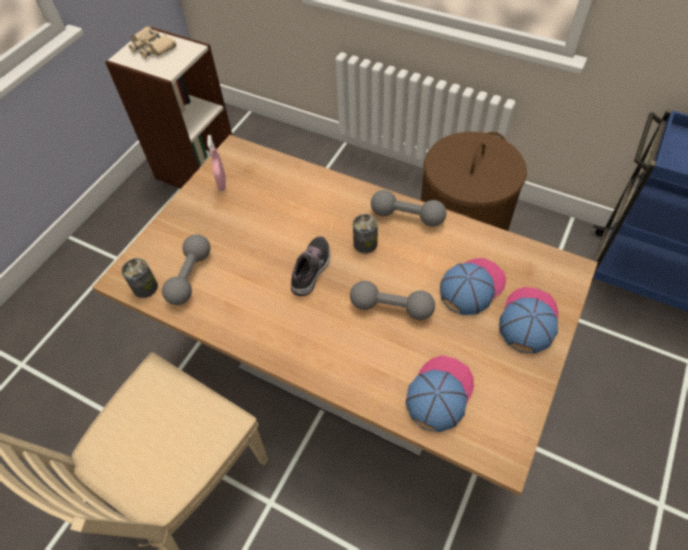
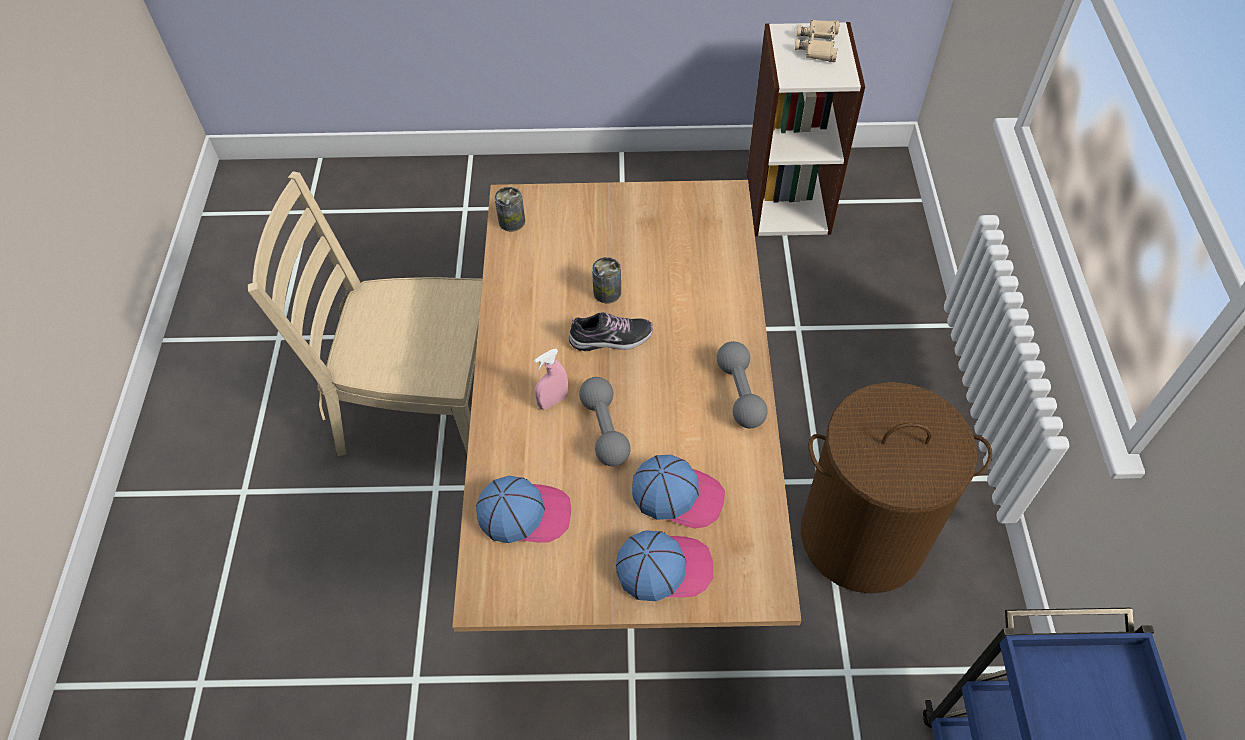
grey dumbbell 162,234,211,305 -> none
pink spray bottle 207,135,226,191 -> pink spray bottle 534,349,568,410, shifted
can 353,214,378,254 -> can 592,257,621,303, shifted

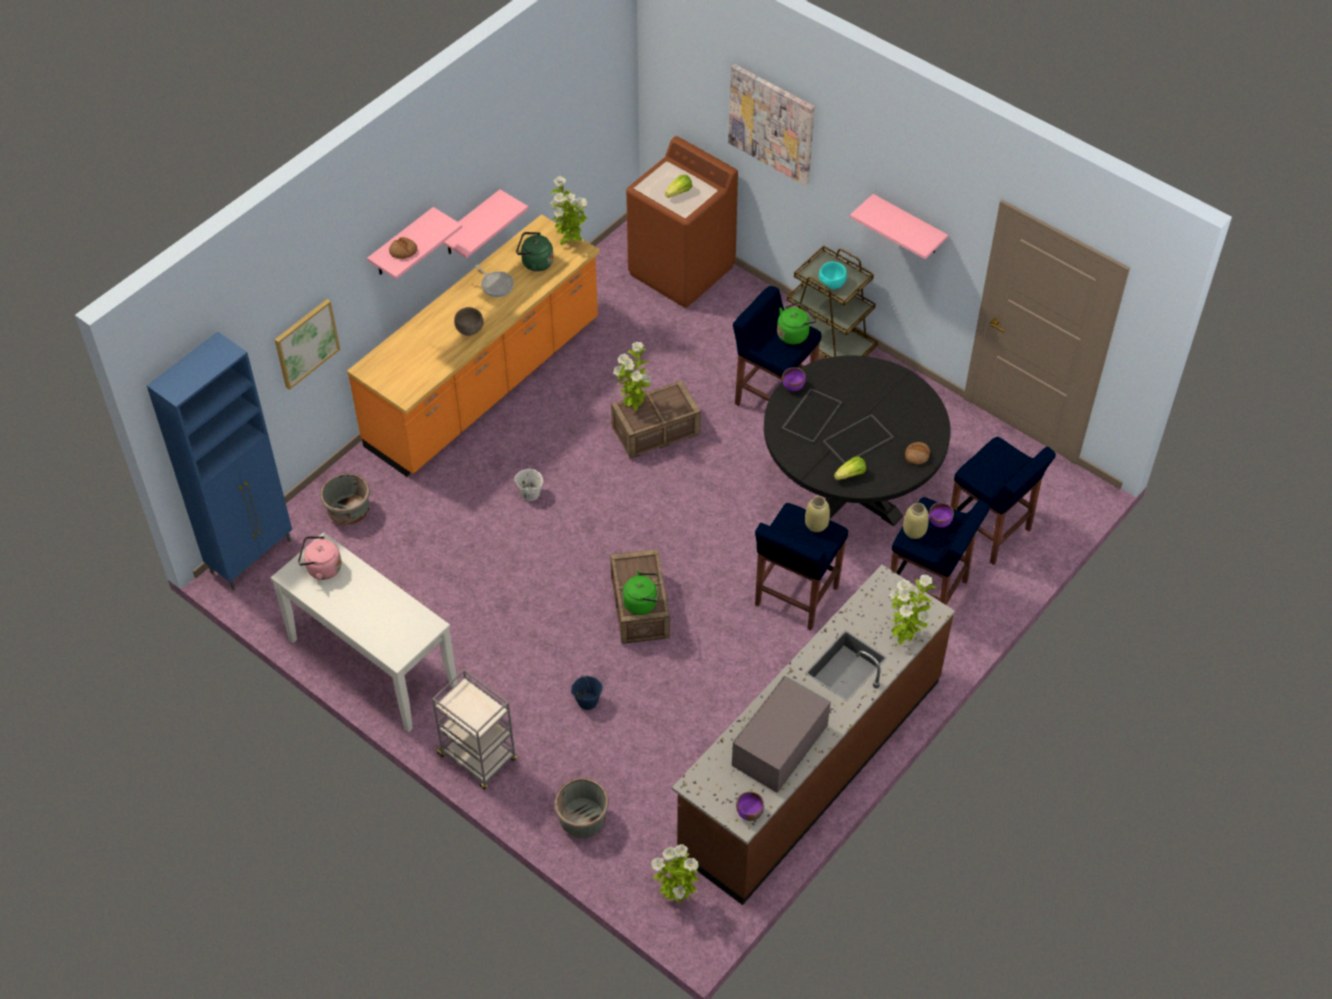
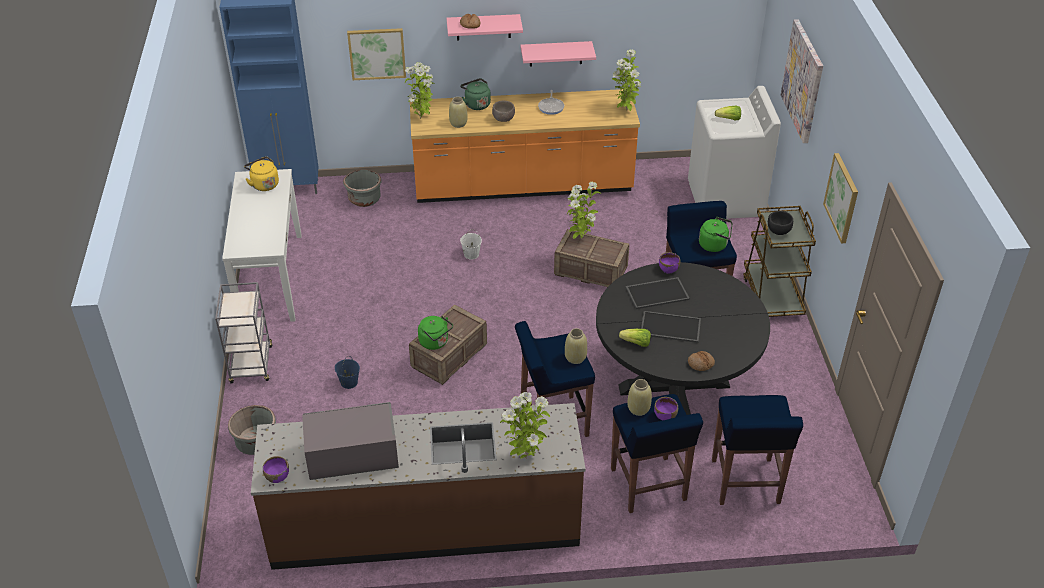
none -> beige vase 449,97,467,128
green kettle 516,232,554,272 -> green kettle 460,78,491,110, shifted
potted plant 651,844,699,903 -> potted plant 405,62,435,119, shifted
pink shelf 850,194,948,259 -> picture 823,153,858,243
pink kettle 298,536,342,580 -> yellow kettle 244,156,279,191
brown washing machine 626,136,738,308 -> white washing machine 688,86,781,219
turquoise bowl 819,261,847,289 -> black bowl 768,211,793,235

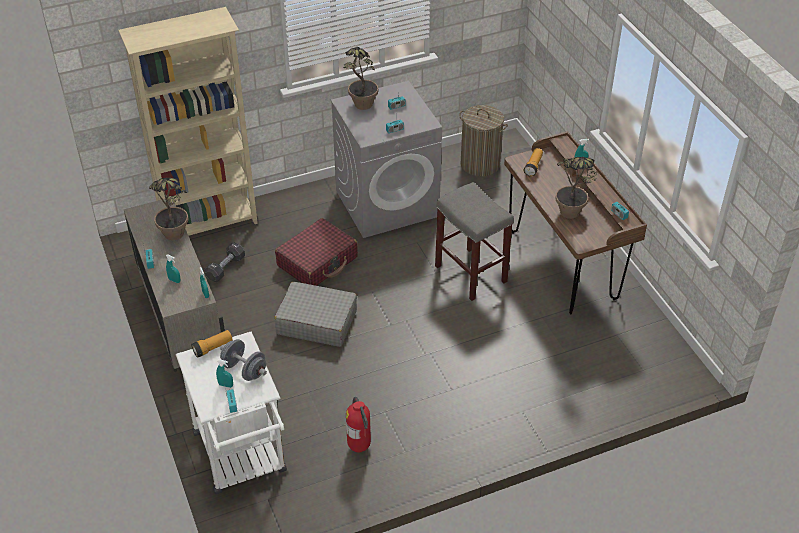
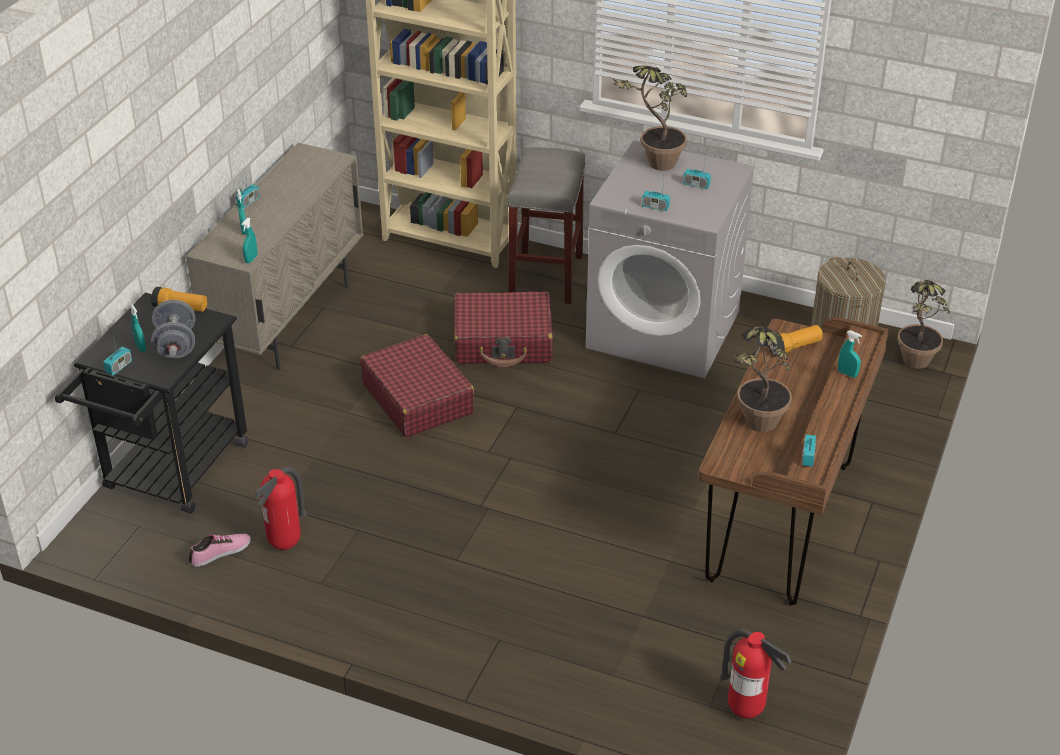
black dumbbell 205,242,245,282 -> none
none -> shoe 189,533,251,567
none -> fire extinguisher 720,629,791,719
potted plant 149,178,189,240 -> potted plant 897,280,950,369, shifted
grey stool 435,182,514,301 -> grey stool 507,147,586,304, shifted
white cart 176,331,287,494 -> black cart 55,292,249,514
grey suitcase 274,282,357,347 -> red suitcase 360,334,474,437

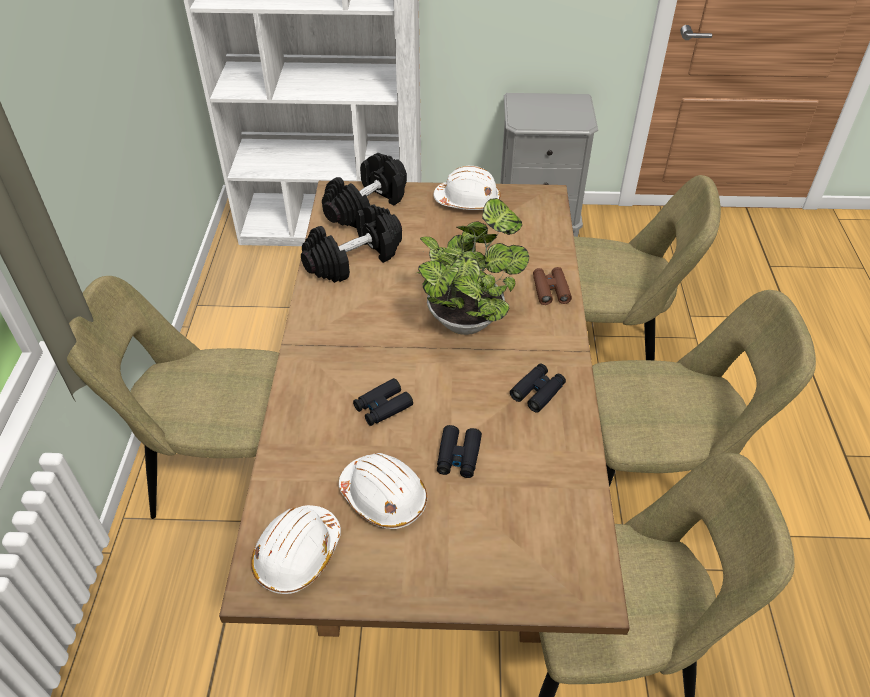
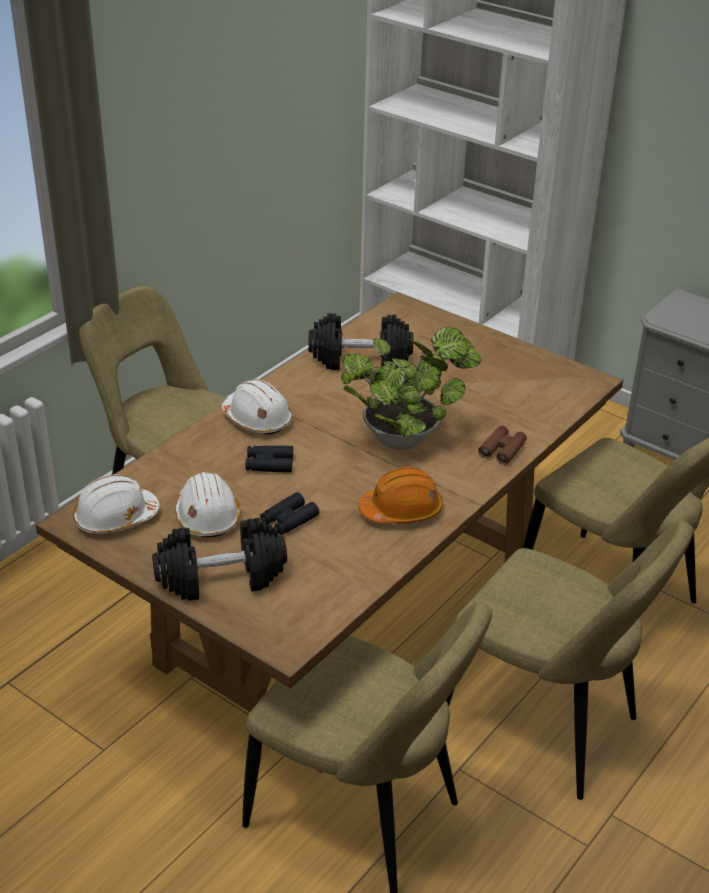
black dumbbell 322,153,407,229 -> black dumbbell 152,518,287,601, shifted
white hard hat 433,166,501,210 -> white hard hat 222,379,292,435, shifted
black binoculars 510,364,566,413 -> orange hard hat 358,467,443,524

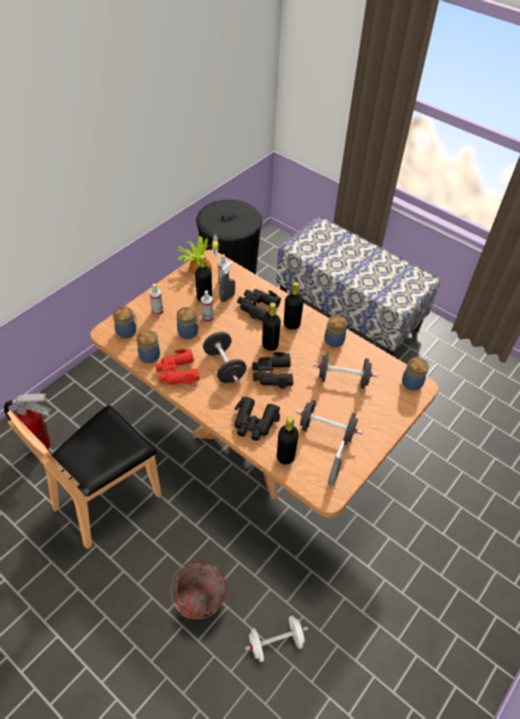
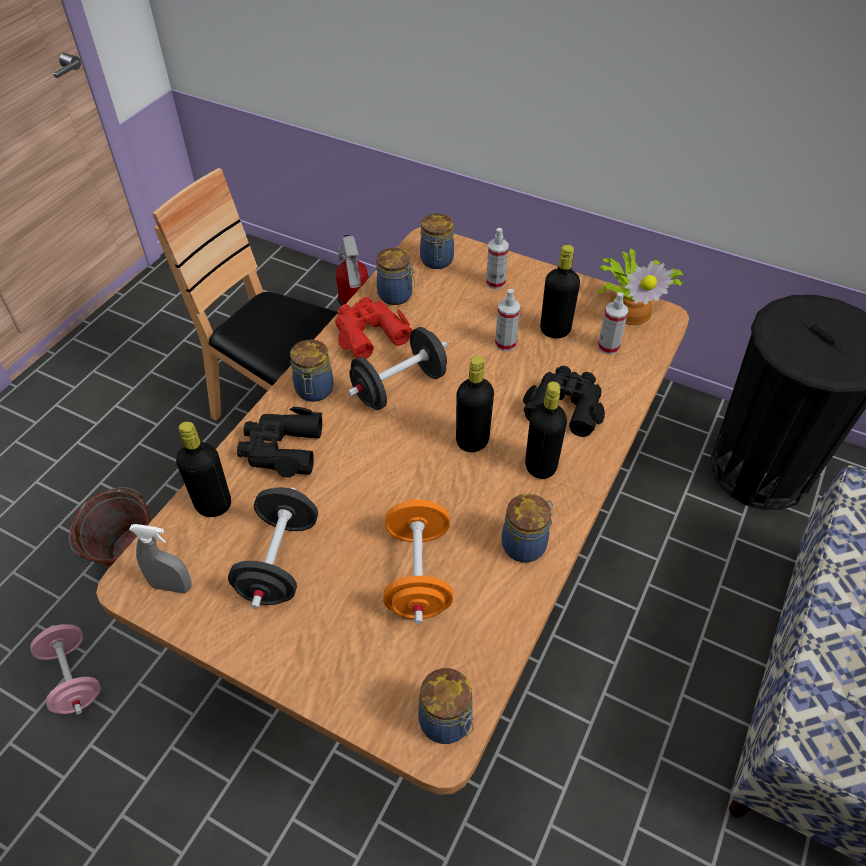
grey spray bottle 219,261,235,302 -> none
black binoculars 252,352,294,388 -> none
jar 177,307,200,339 -> jar 290,340,334,402, shifted
white dumbbell 245,616,308,662 -> pink dumbbell 30,624,101,714
black dumbbell 313,352,378,389 -> orange dumbbell 384,498,453,624

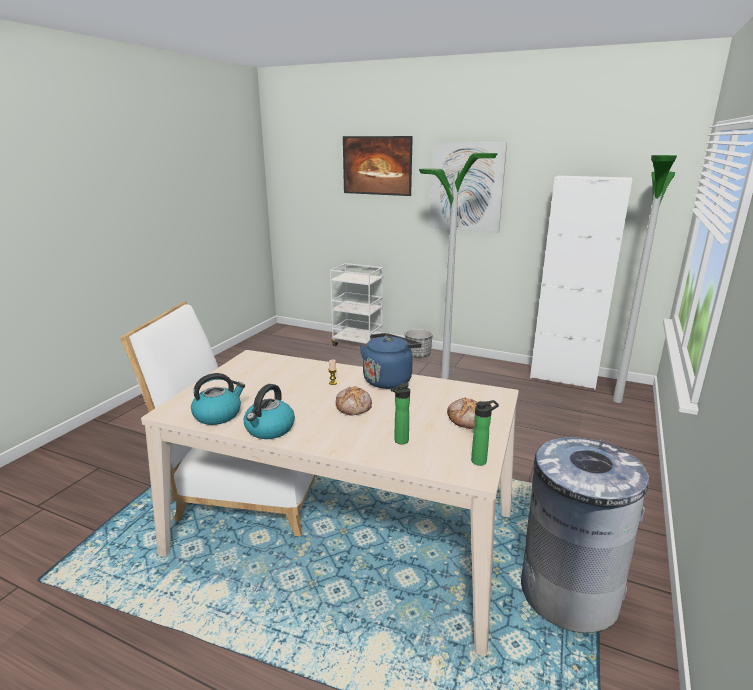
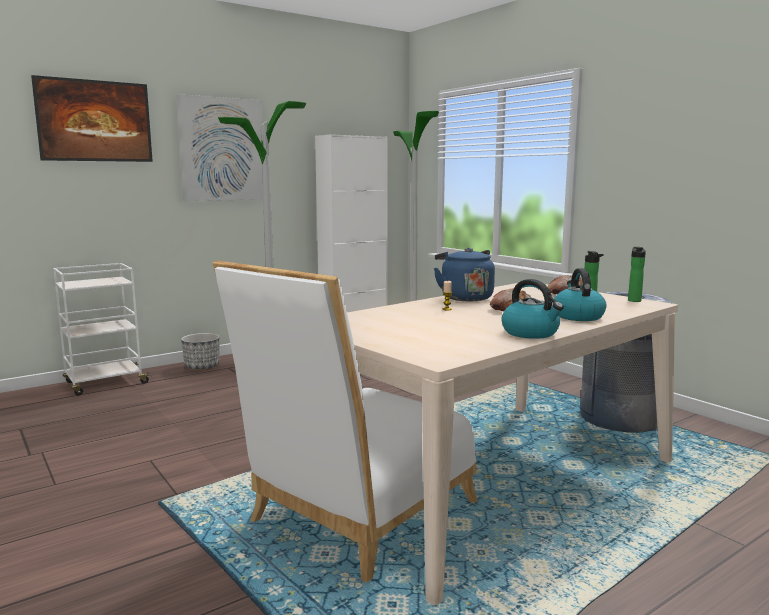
kettle 191,373,245,425 -> kettle 554,268,606,321, shifted

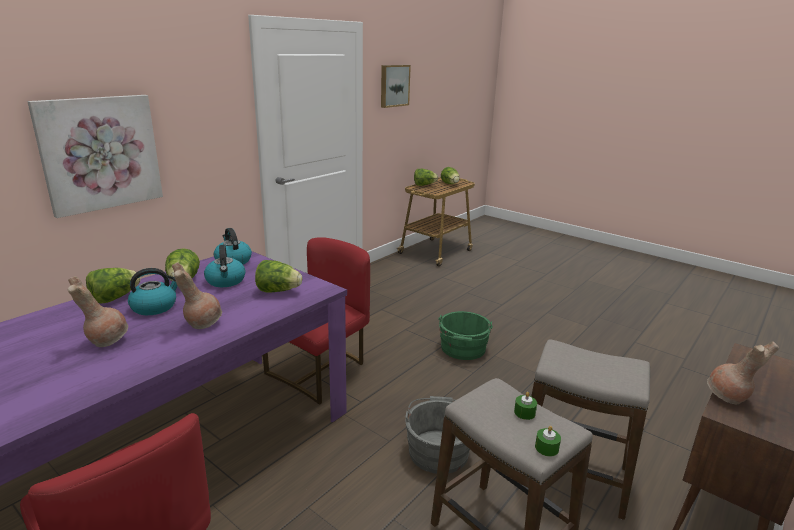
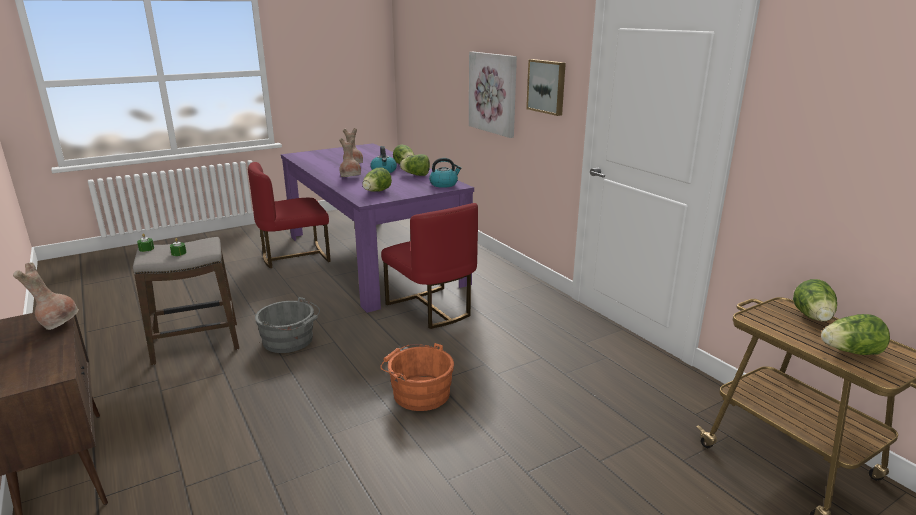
kettle 204,245,246,287 -> none
stool 531,339,650,520 -> none
picture 381,65,411,108 -> picture 526,59,566,116, shifted
green bucket 438,311,493,360 -> orange bucket 380,343,454,411

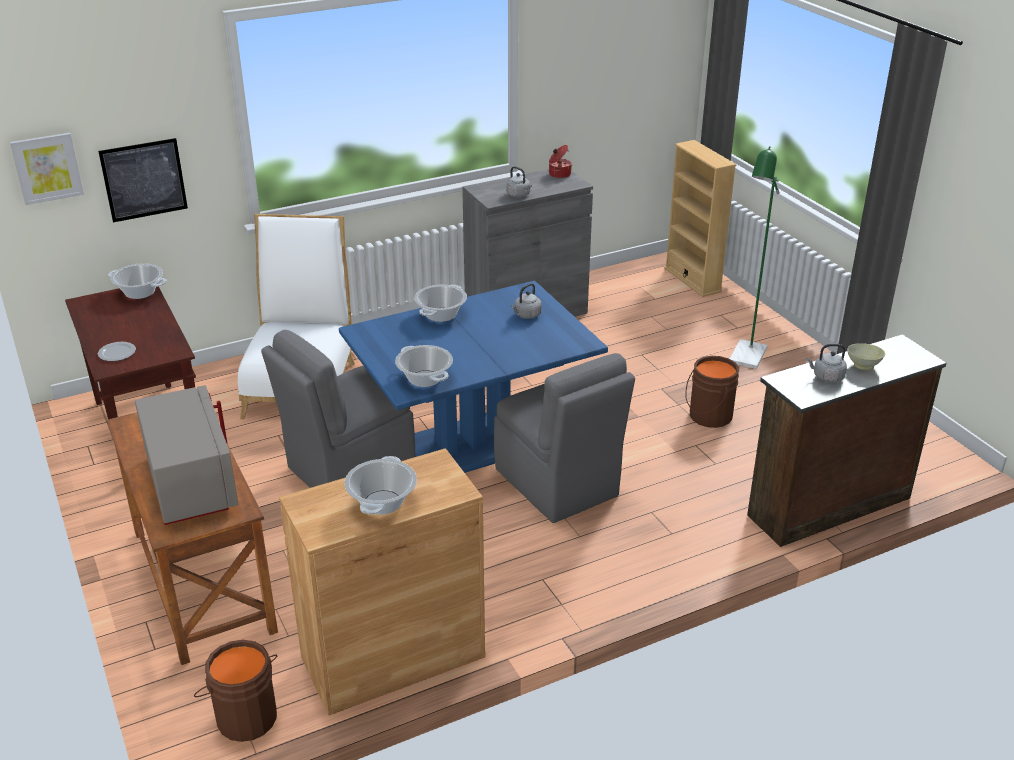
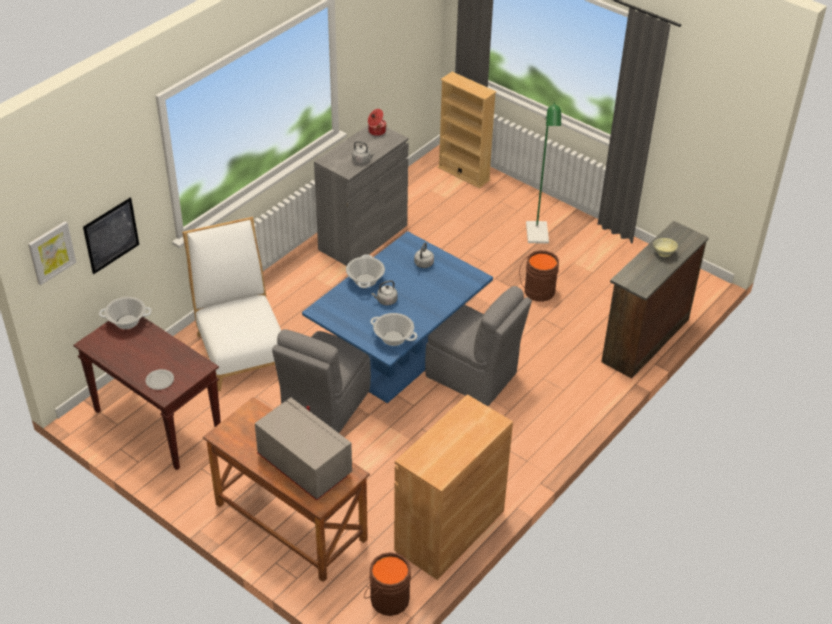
cooking pot 344,456,417,515 -> none
grey kettle 806,344,847,383 -> grey kettle 371,280,398,305, shifted

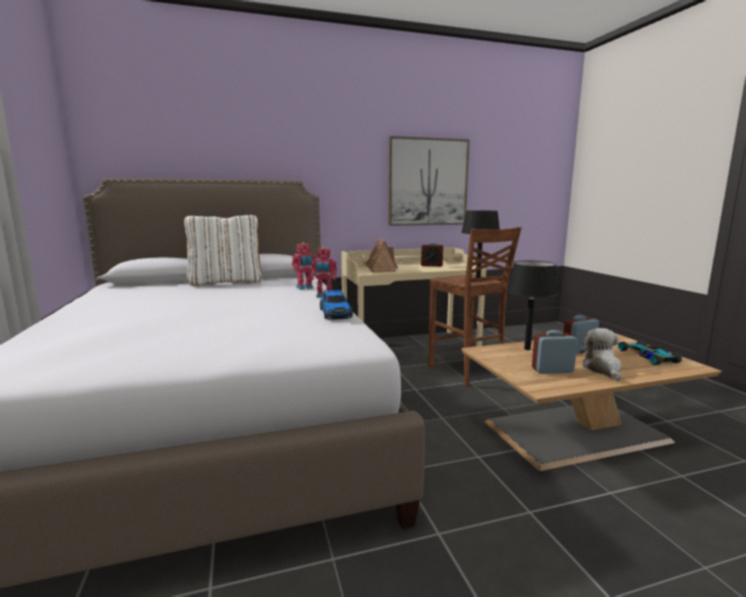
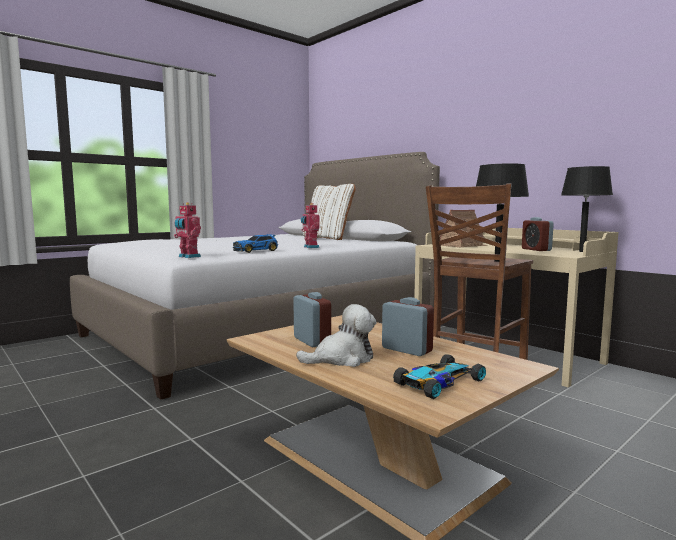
picture 388,136,470,226 -> none
toy robot 292,242,315,290 -> toy robot 174,202,201,258, shifted
black table lamp 506,261,559,350 -> black table lamp 561,166,613,252, shifted

